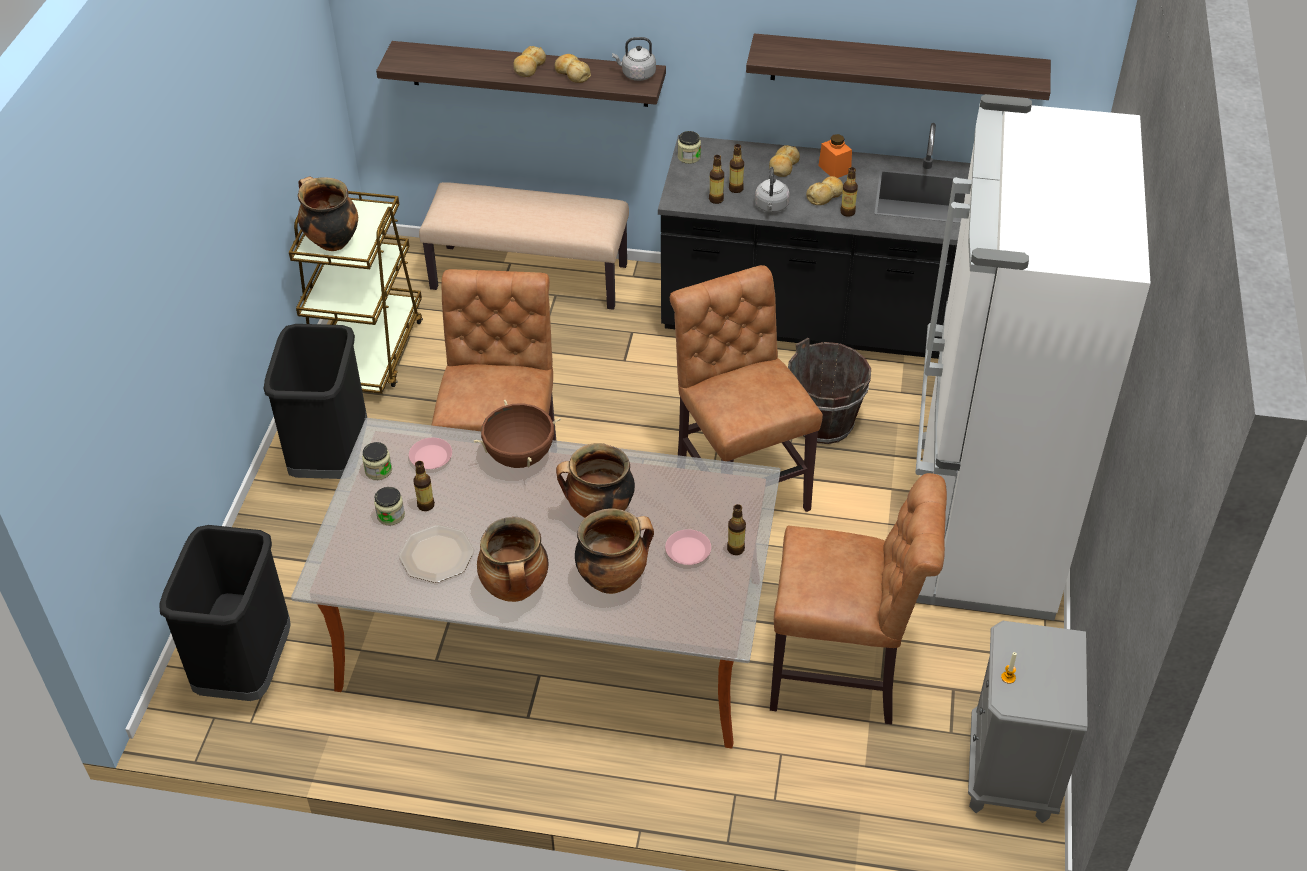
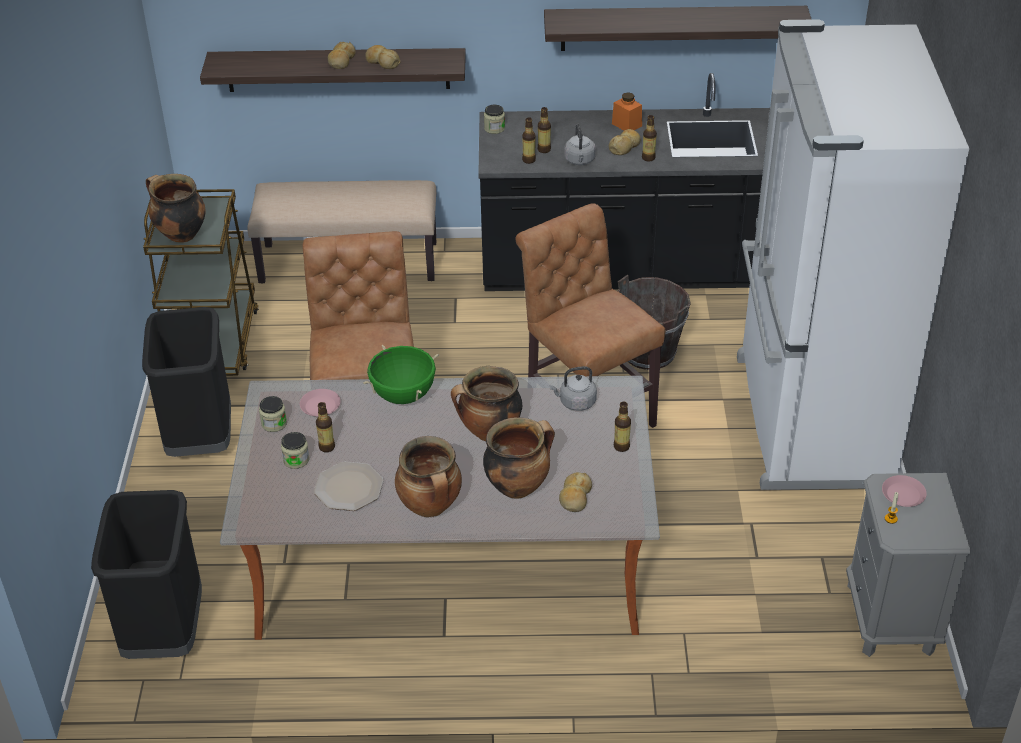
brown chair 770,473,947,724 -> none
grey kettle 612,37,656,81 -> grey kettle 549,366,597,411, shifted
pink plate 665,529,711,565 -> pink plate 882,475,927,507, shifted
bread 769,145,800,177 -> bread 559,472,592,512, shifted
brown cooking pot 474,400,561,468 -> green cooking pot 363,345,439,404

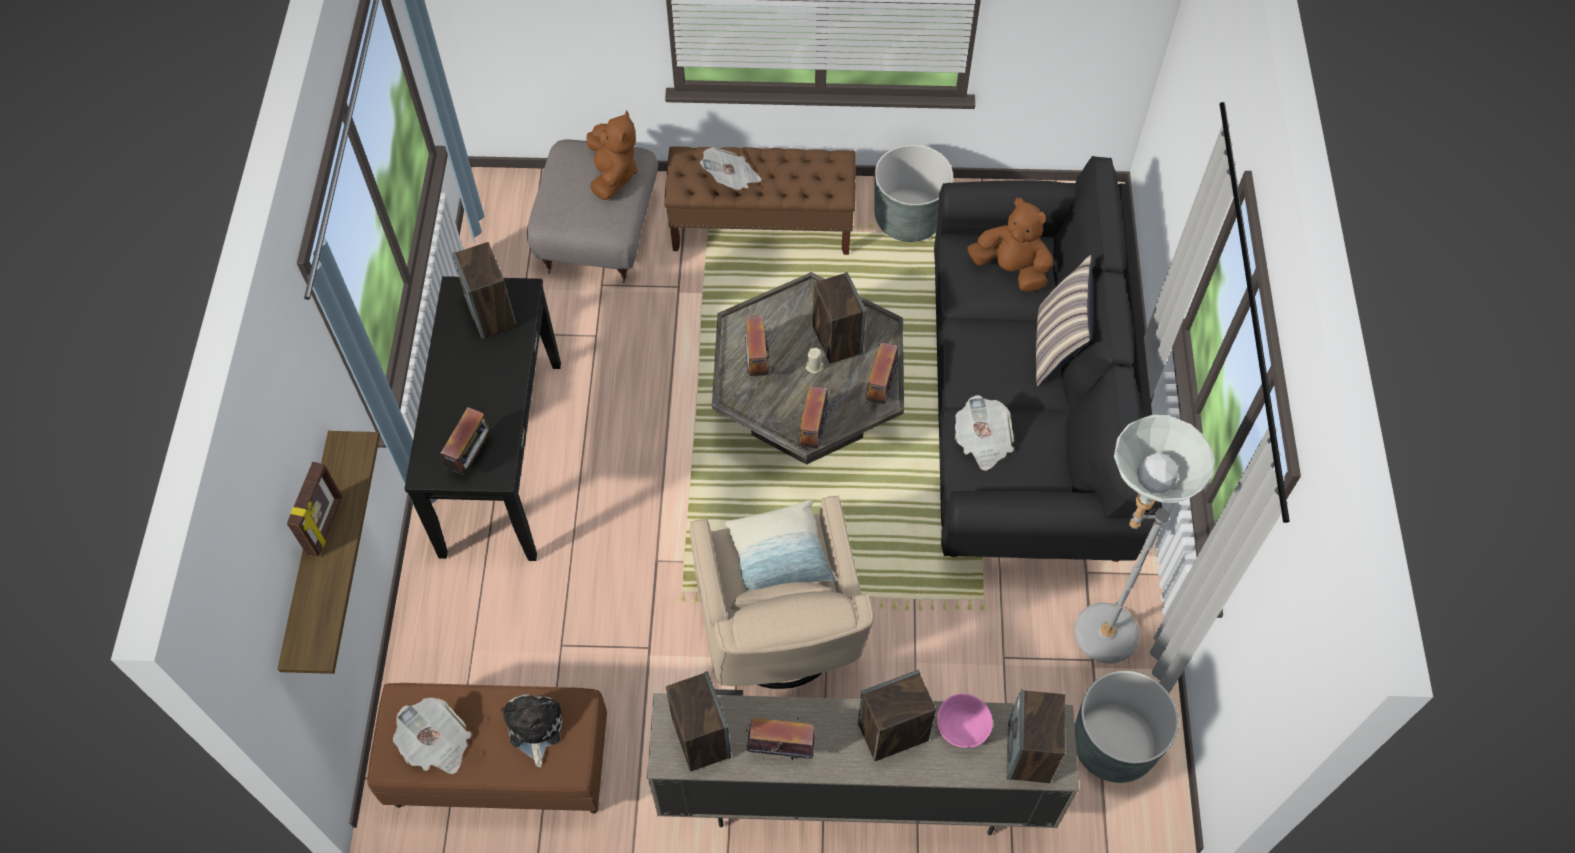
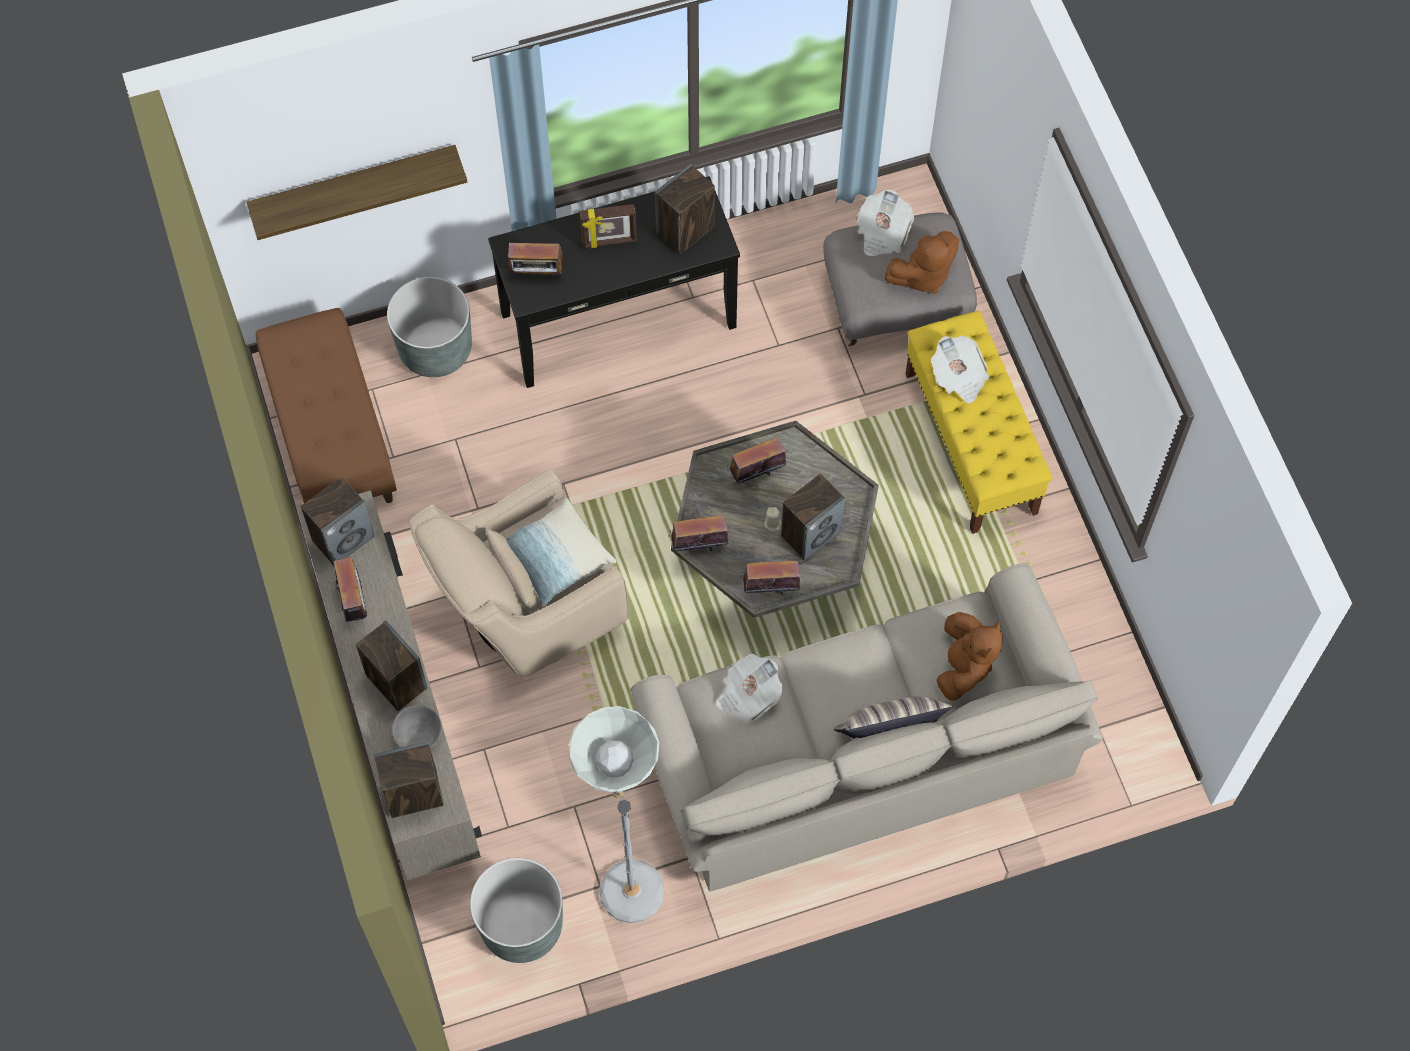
plush toy 501,694,563,768 -> none
picture frame 287,462,342,557 -> picture frame 580,204,637,248, shifted
newspaper 393,698,471,774 -> newspaper 856,190,914,256, shifted
grey planter 874,144,953,242 -> grey planter 387,277,472,377, shifted
brown bench 664,146,856,255 -> yellow bench 906,311,1052,534
black sofa 934,156,1162,562 -> beige sofa 631,564,1103,892
pink bowl 937,694,993,748 -> grey bowl 392,705,442,749

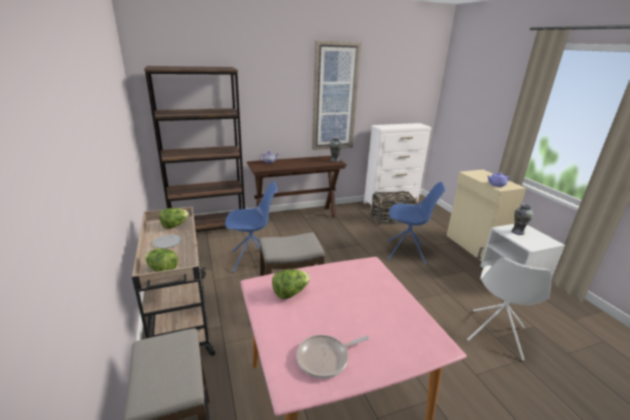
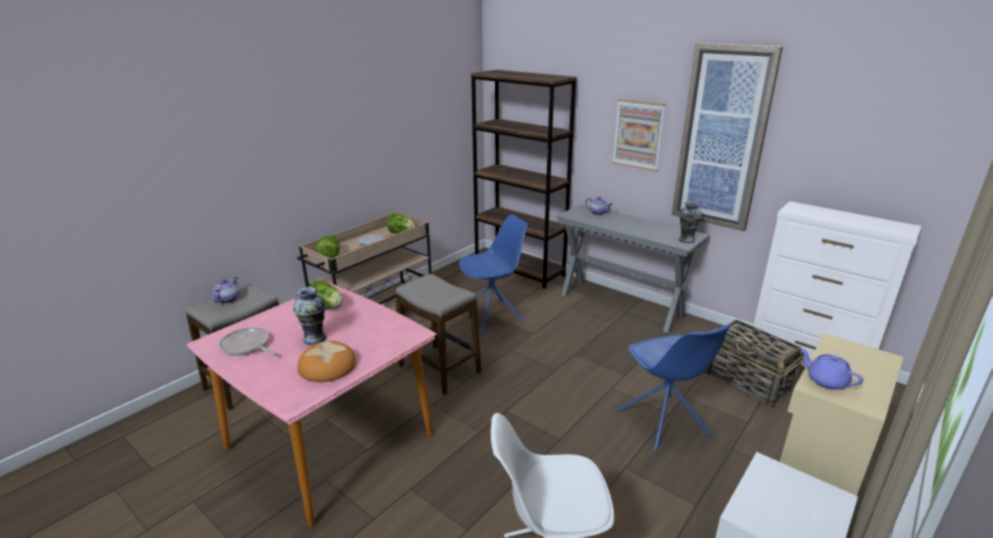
none -> teapot 212,277,239,303
none -> bread 297,341,356,382
none -> picture 612,99,666,171
vase 511,203,534,235 -> vase 293,287,326,345, shifted
brown console table 247,156,347,218 -> grey console table 556,204,710,333
blue chair 225,181,278,273 -> blue chair 459,214,528,334, 75 degrees counterclockwise

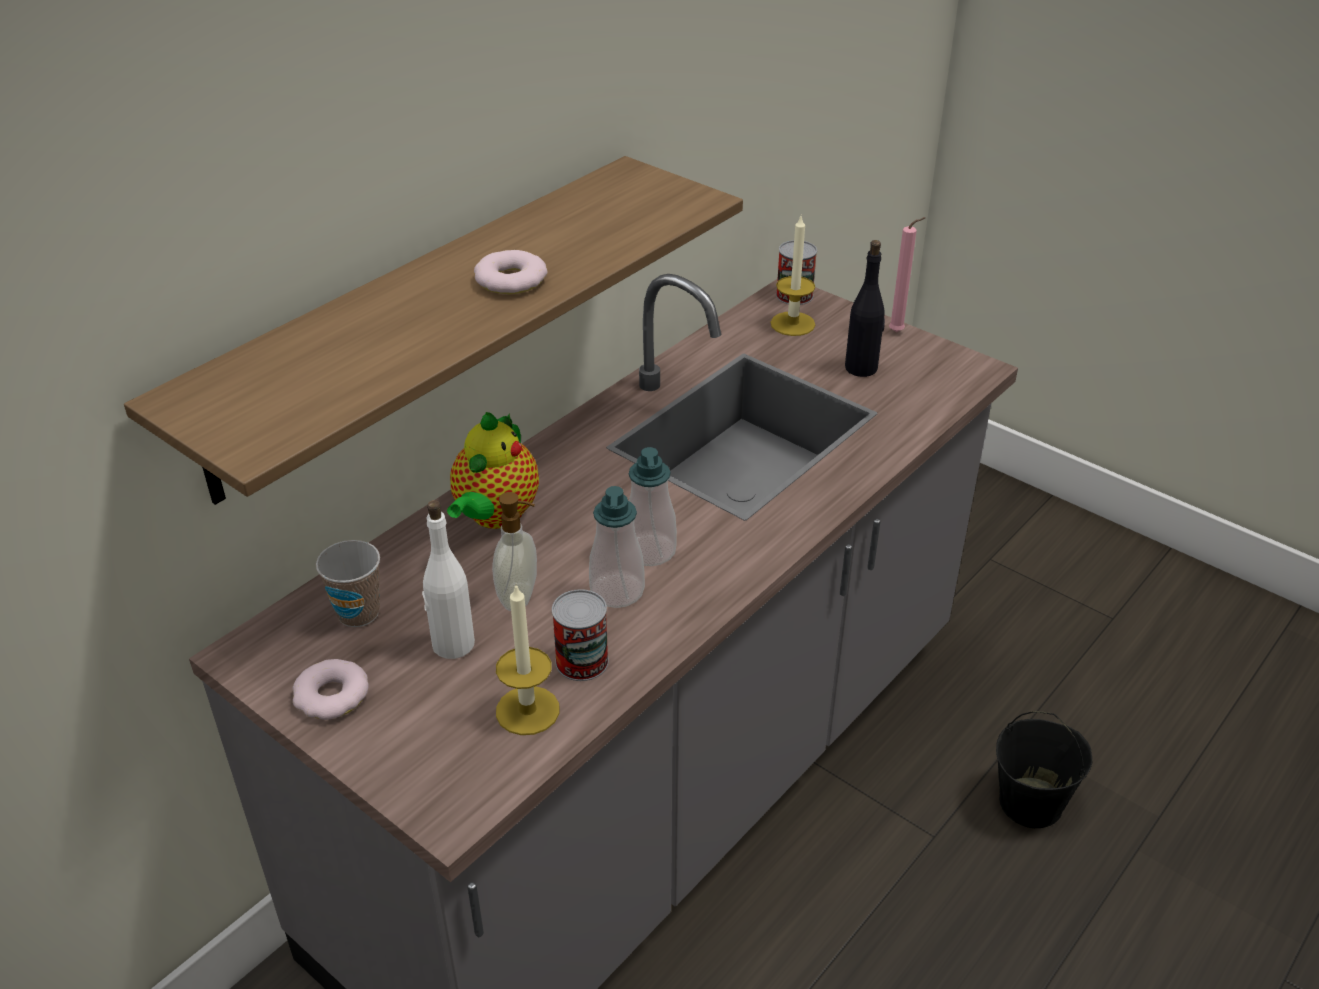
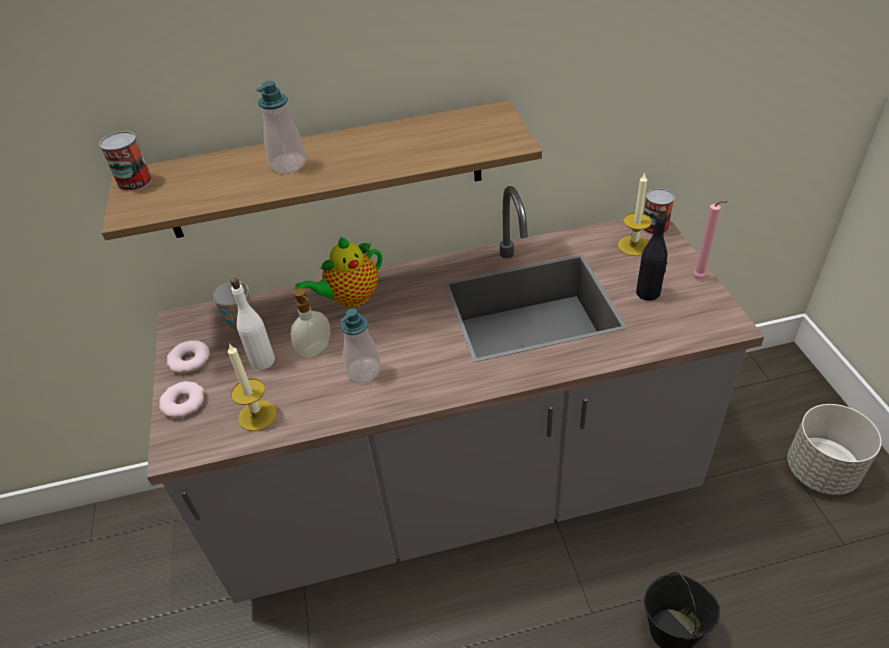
none -> grey planter 787,404,882,495
donut 474,250,547,295 -> donut 159,381,205,418, shifted
can 552,589,609,681 -> can 99,131,152,192, shifted
soap dispenser 629,447,677,566 -> soap dispenser 257,81,306,173, shifted

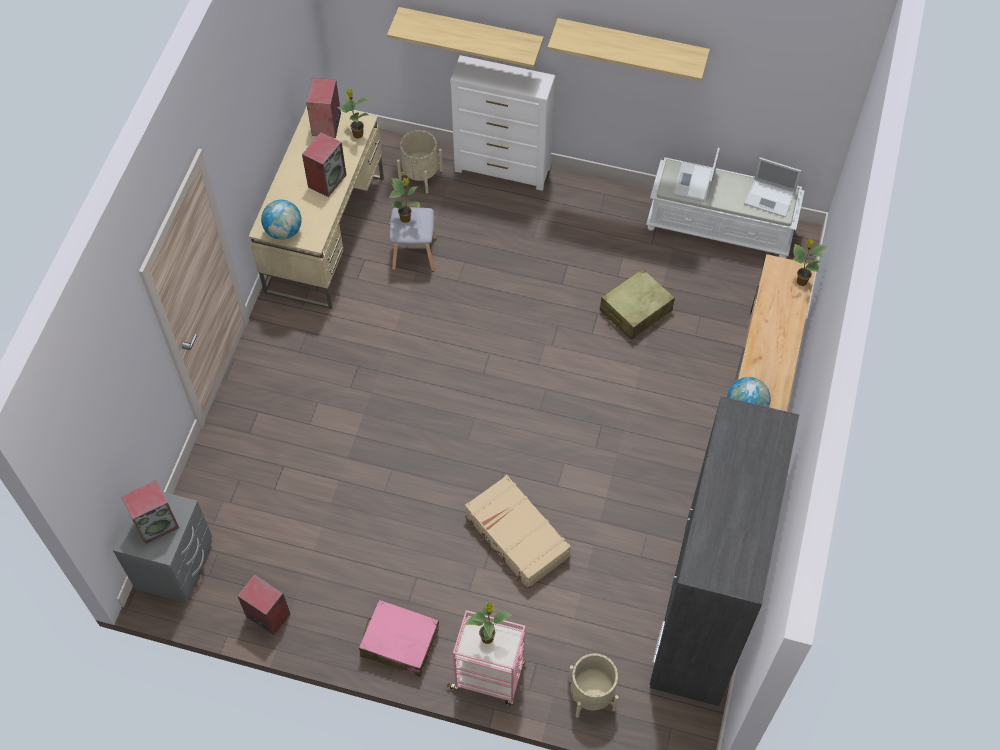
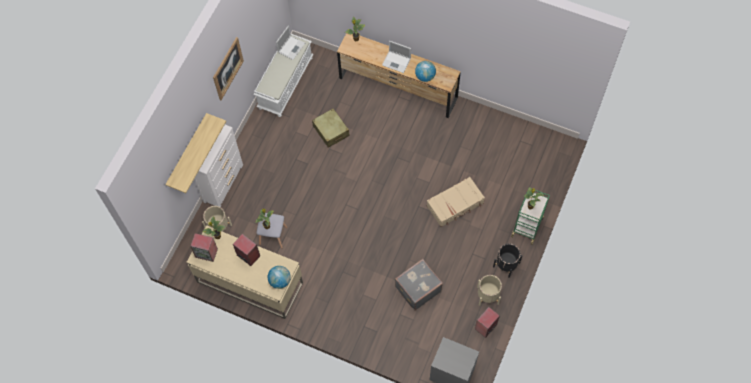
speaker 121,480,179,544 -> none
grey wardrobe 650,396,799,706 -> none
none -> grey suitcase 395,259,443,311
beige planter 568,653,619,718 -> beige planter 477,275,502,306, shifted
laptop 673,148,720,202 -> laptop 382,41,411,73, shifted
pink suitcase 359,600,439,677 -> black planter 493,244,522,278
shelf 548,18,710,81 -> picture 213,37,244,100
pink cart 447,610,526,705 -> green cart 511,188,550,245

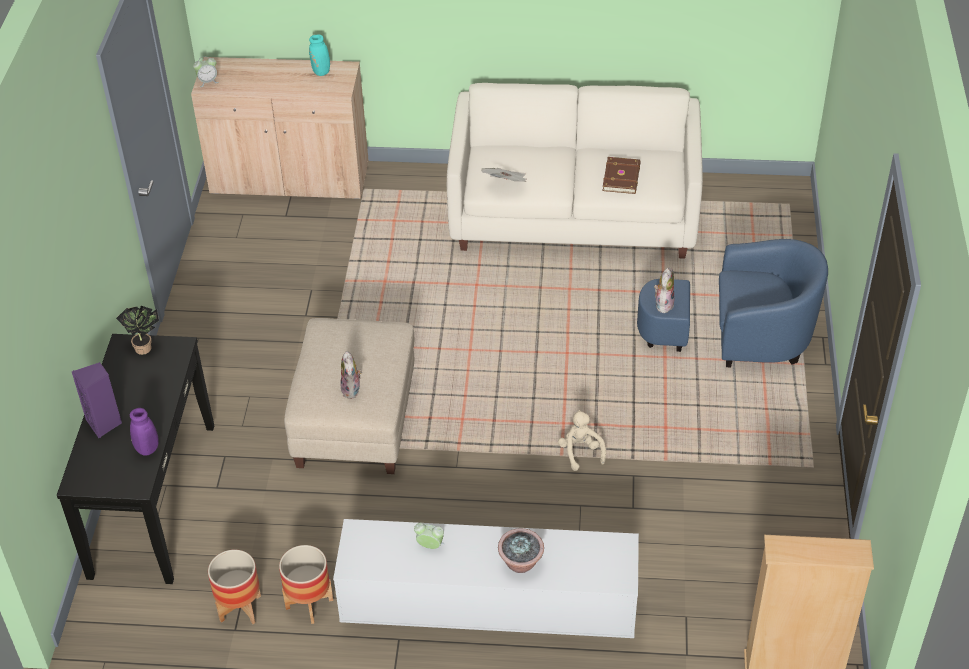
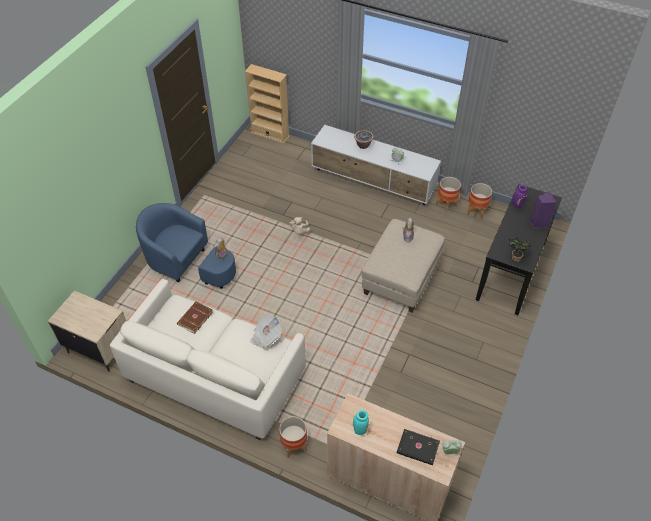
none -> beige nightstand 48,290,126,372
none -> planter 279,416,307,458
none -> black book 397,429,440,465

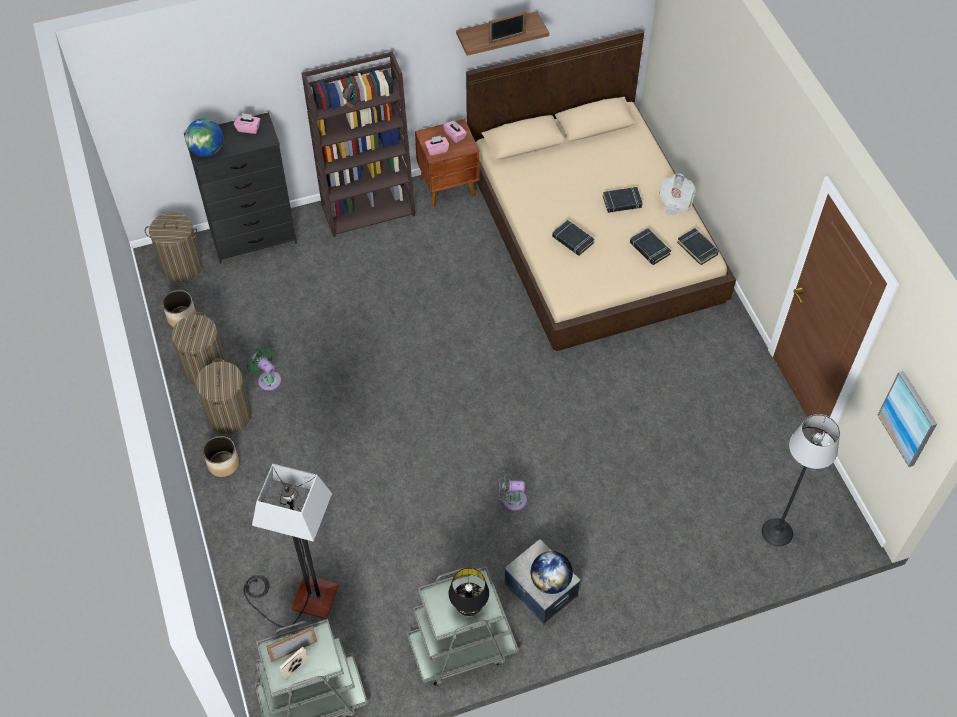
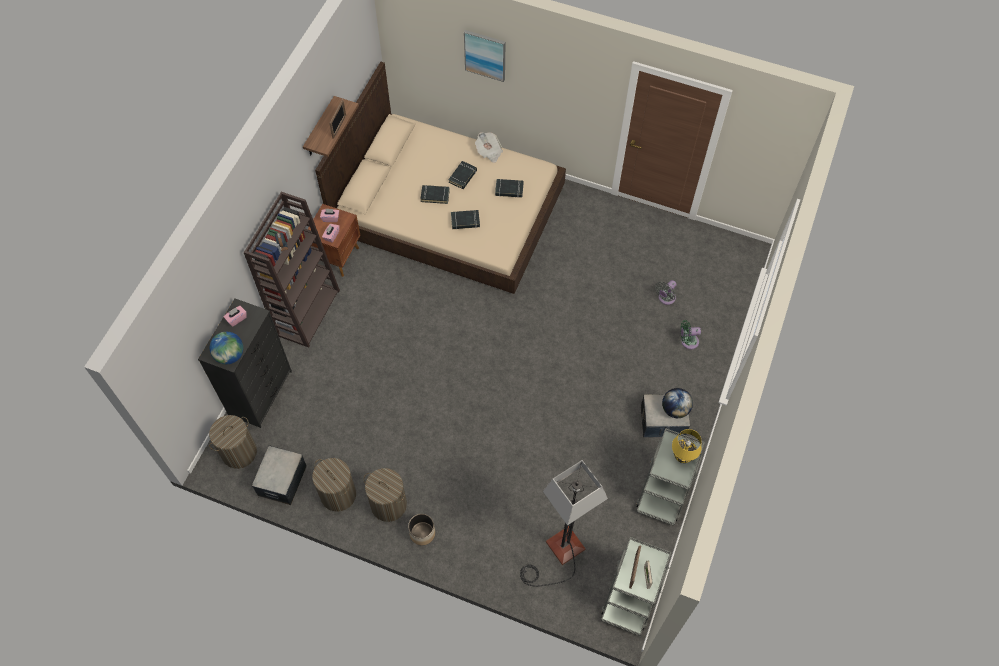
floor lamp 762,414,840,547 -> none
green fan 246,346,281,391 -> green fan 681,320,701,349, shifted
grey fan 499,469,527,511 -> grey fan 655,280,677,305, shifted
black book 677,228,719,265 -> black book 420,185,450,204, shifted
picture 877,371,937,467 -> picture 464,30,505,82, shifted
planter 162,290,197,327 -> storage box 252,446,307,505
black table lamp 448,568,489,616 -> yellow table lamp 672,429,702,463

